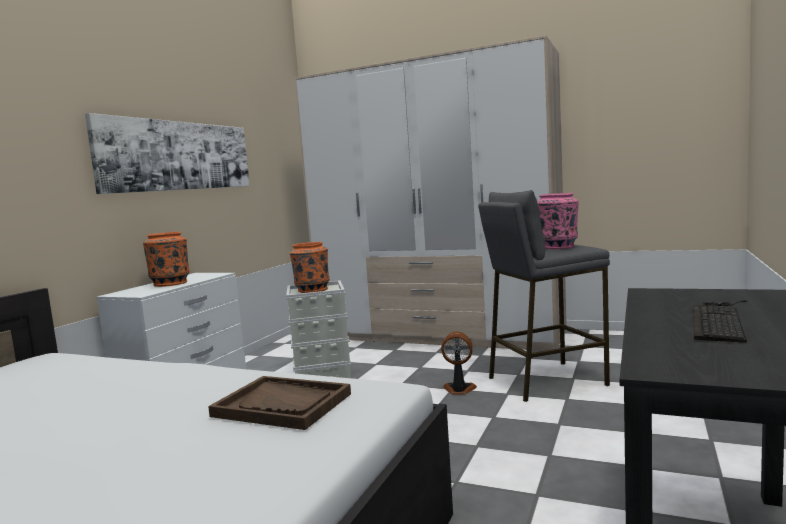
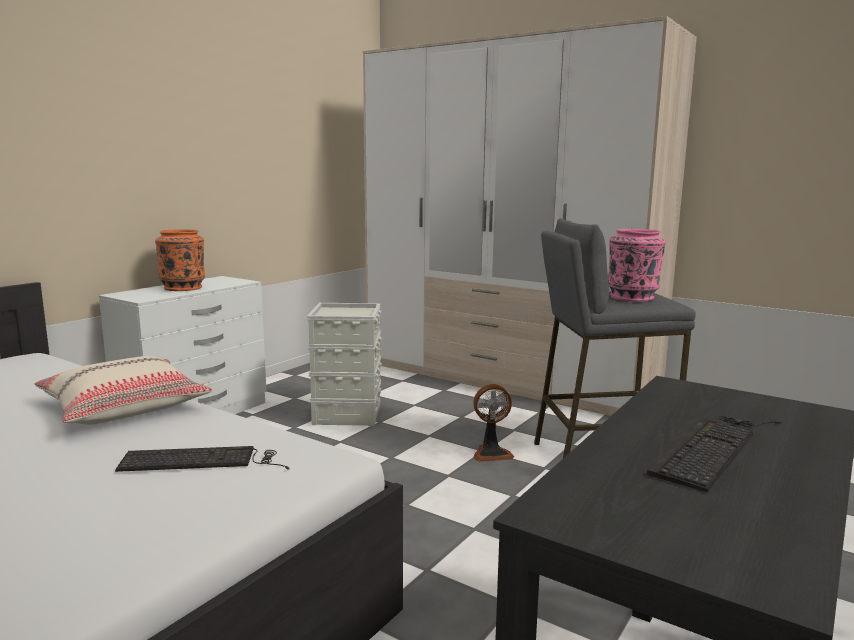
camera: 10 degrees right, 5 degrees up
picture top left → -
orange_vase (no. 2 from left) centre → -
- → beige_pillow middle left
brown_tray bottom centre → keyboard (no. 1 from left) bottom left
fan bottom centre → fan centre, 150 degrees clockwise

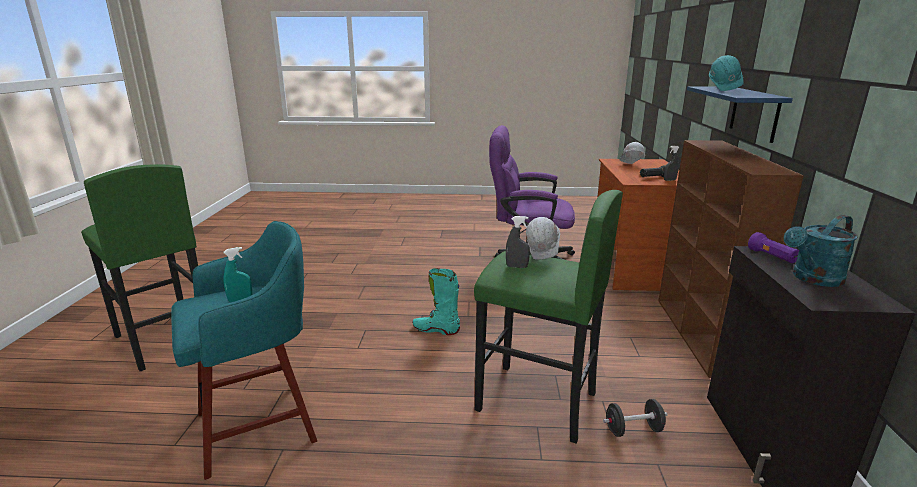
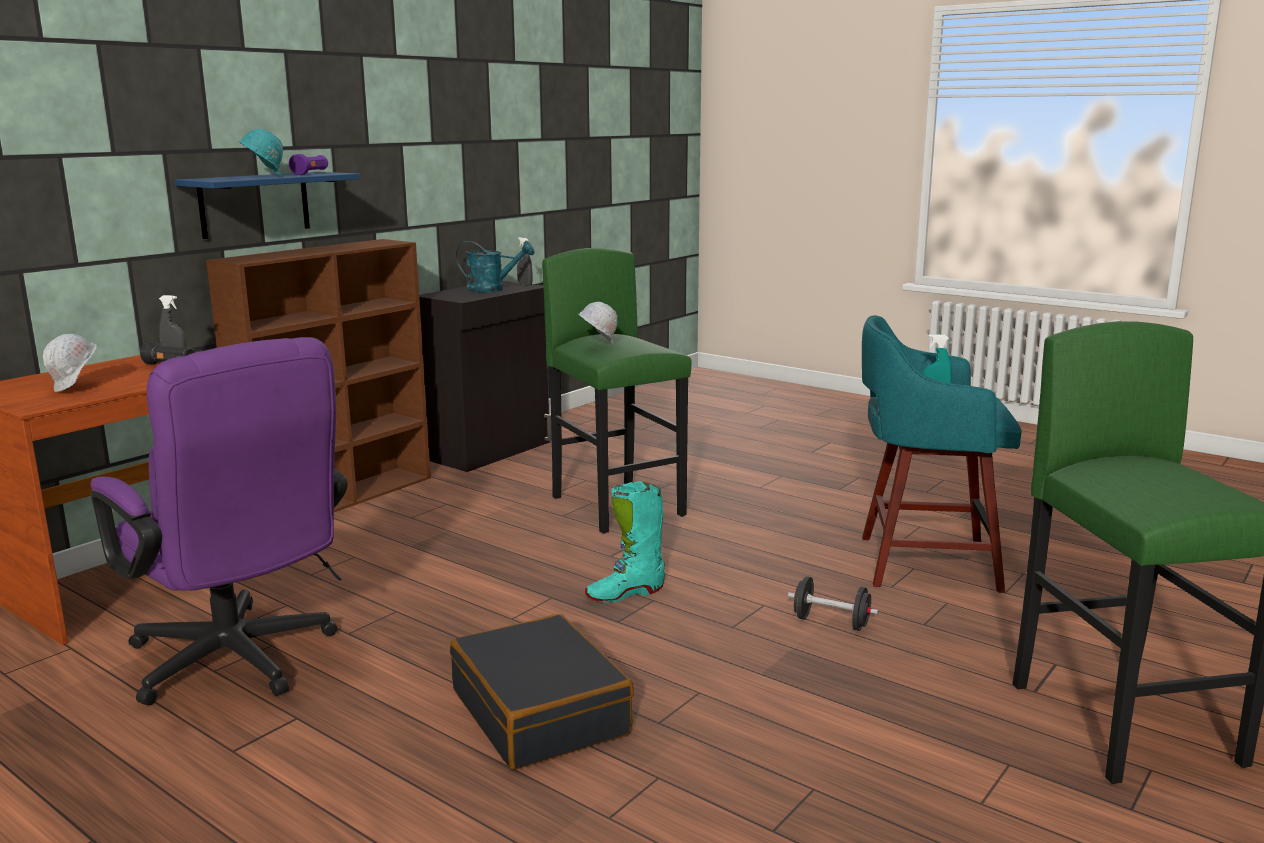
camera: 145 degrees left, 5 degrees down
- → black_suitcase bottom centre
grey_spray_bottle (no. 1 from left in the first image) centre → grey_spray_bottle (no. 2 from left) top centre, shifted
black_dumbbell bottom right → black_dumbbell bottom centre, shifted
purple_flashlight middle right → purple_flashlight top left, shifted
turquoise_boot centre, 105 degrees clockwise

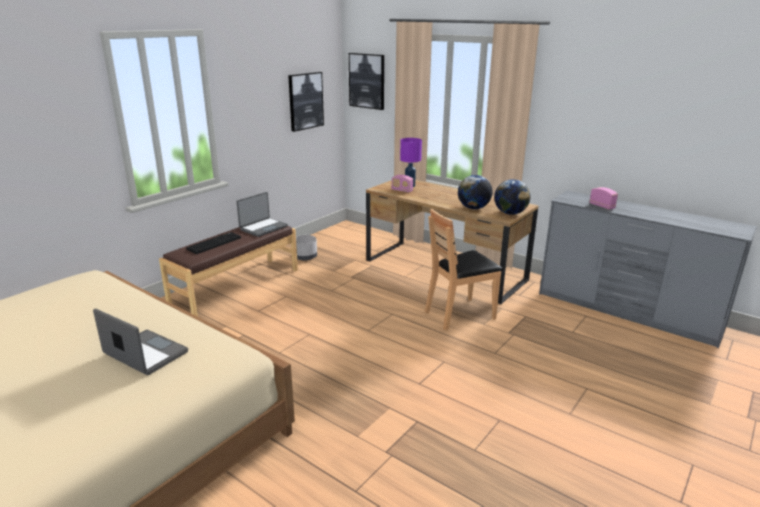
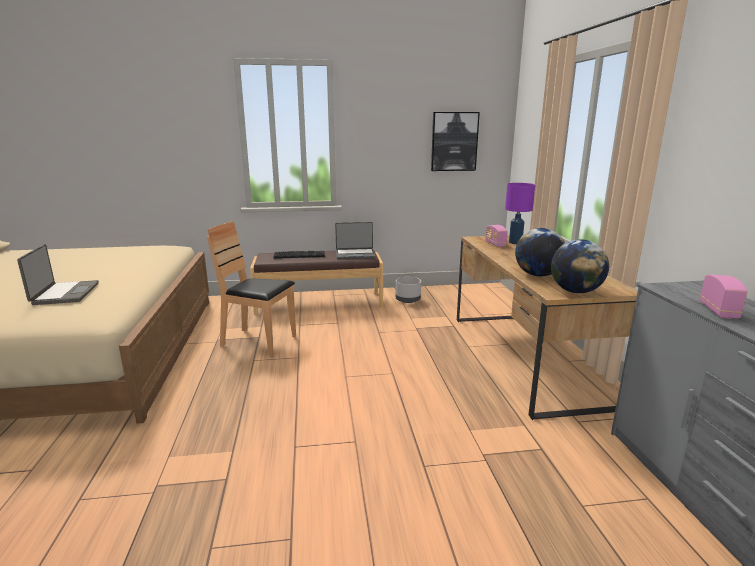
camera: 45 degrees right, 5 degrees down
picture (no. 2 from left) top centre → -
brown_chair centre → brown_chair middle left, shifted

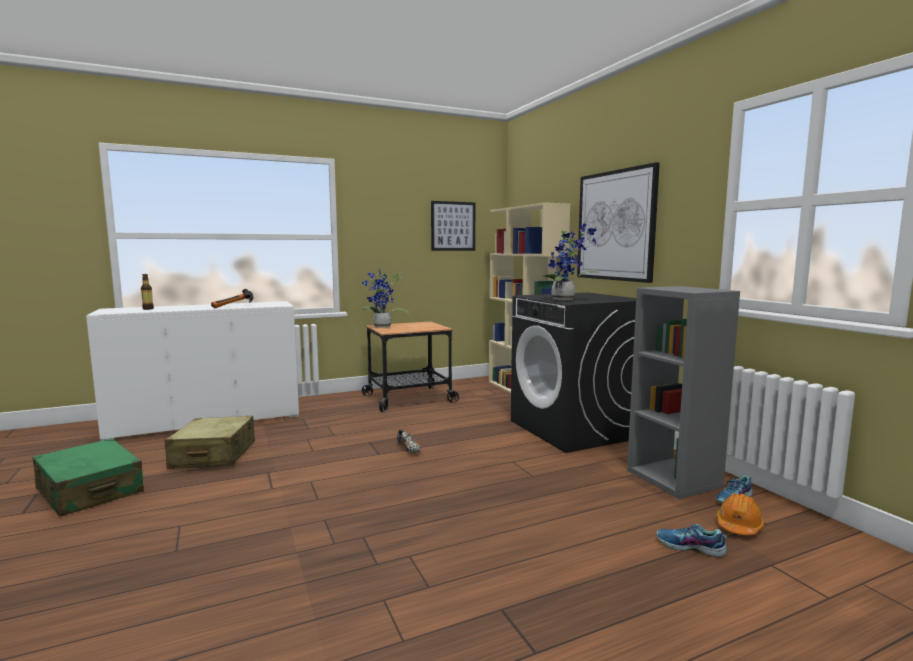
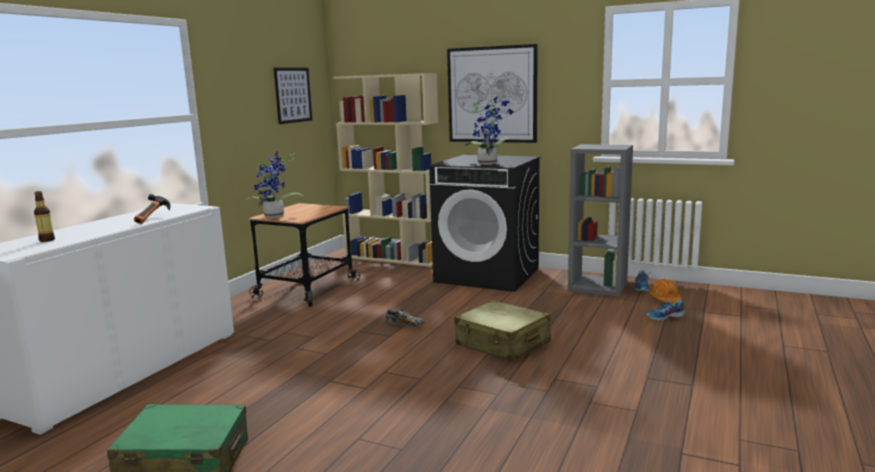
camera: 40 degrees left, 5 degrees up
beige_suitcase bottom left → beige_suitcase bottom centre, shifted

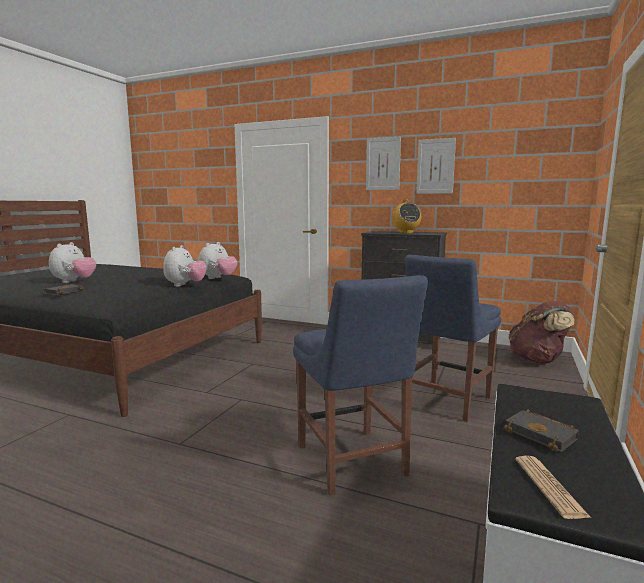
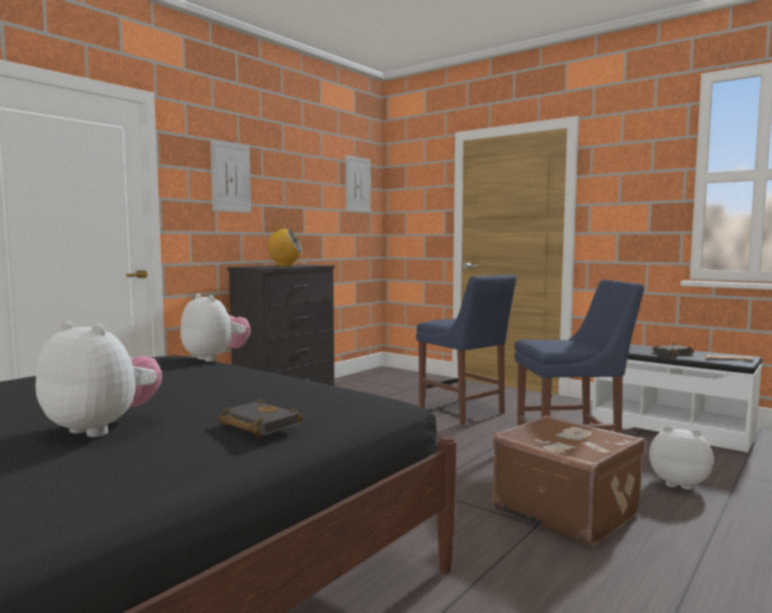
camera: 75 degrees left, 5 degrees down
brown_backpack middle right → -
- → brown_suitcase bottom right
plush_toy (no. 2 from left in the first image) middle left → plush_toy (no. 3 from left) bottom right, shifted
picture (no. 2 from left) top right → picture (no. 2 from left) top centre, shifted

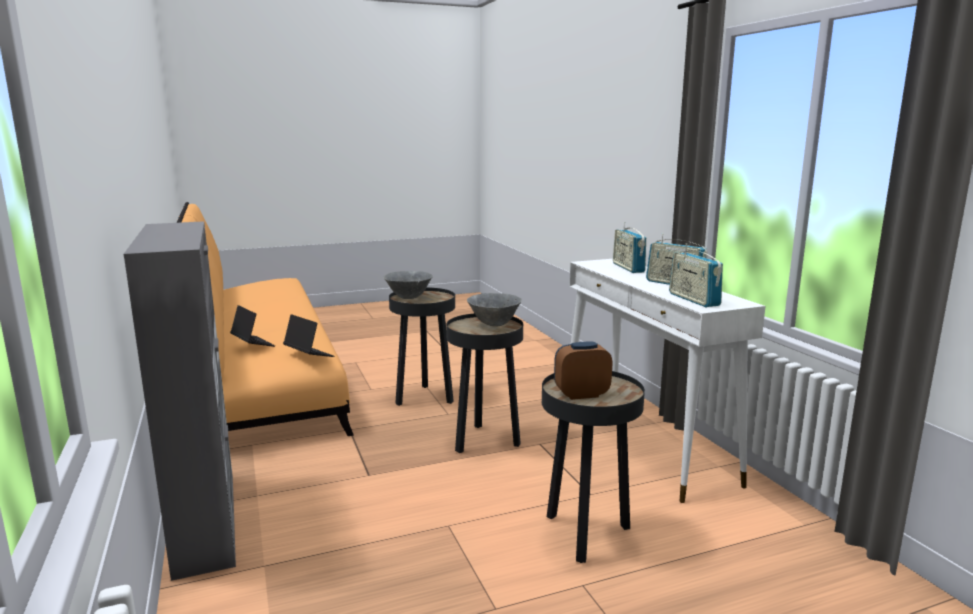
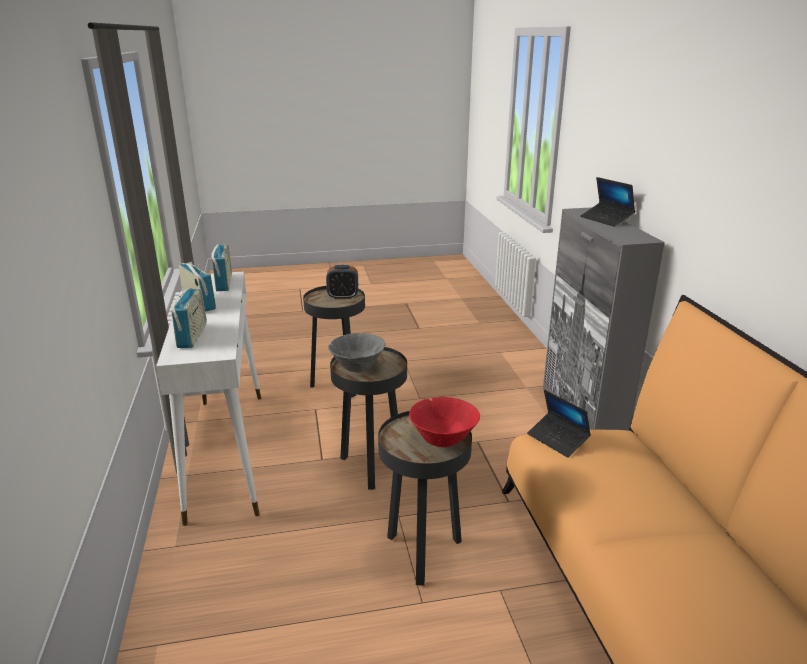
camera: 170 degrees left, 10 degrees up
laptop (no. 1 from left in the first image) middle left → laptop (no. 2 from left) top right, shifted
grey_bowl (no. 1 from left) centre → red_bowl centre

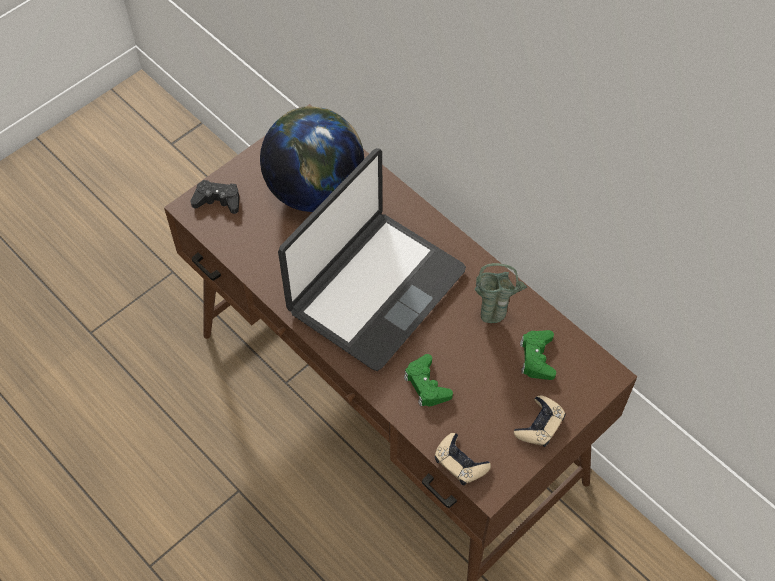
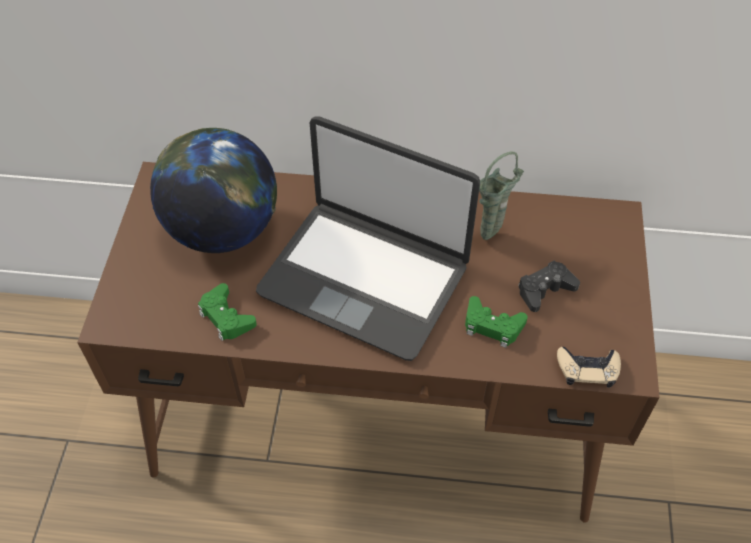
camera: 40 degrees left, 5 degrees down
beige_game_controller (no. 2 from left) bottom right → -
black_game_controller middle left → black_game_controller middle right, shifted
green_game_controller (no. 2 from left in the first image) middle right → green_game_controller (no. 1 from left) middle left, shifted
laptop centre, 120 degrees clockwise

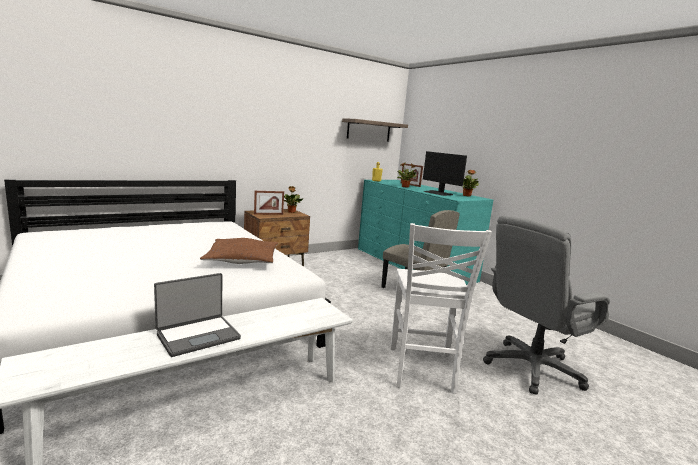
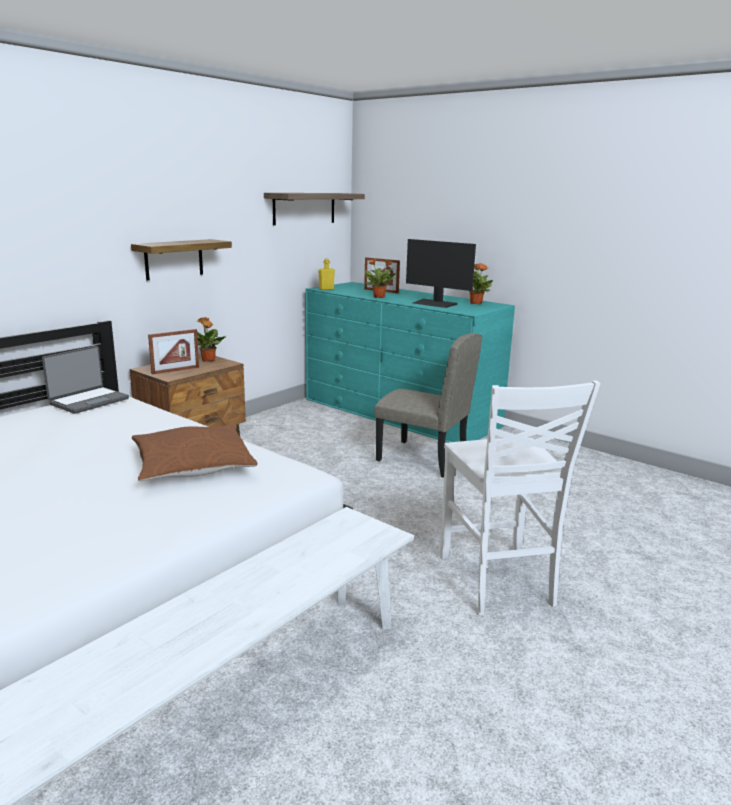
camera: 15 degrees left, 5 degrees up
grey_office_chair middle right → -
- → shelf (no. 1 from left) top left
laptop bottom left → laptop middle left, shifted

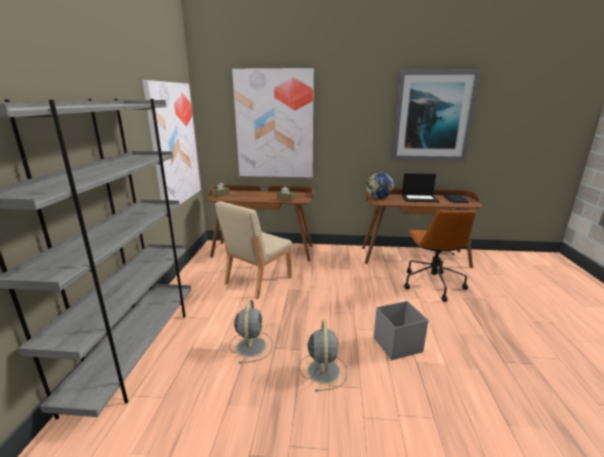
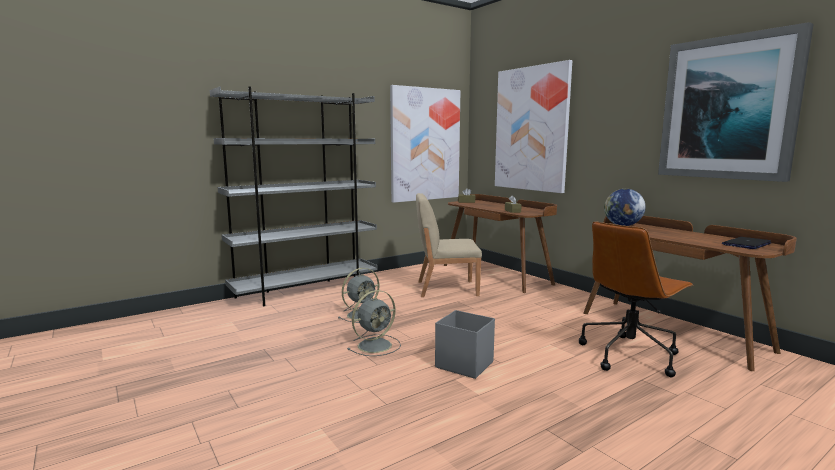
camera: 50 degrees right, 10 degrees down
laptop (no. 1 from left) middle right → -

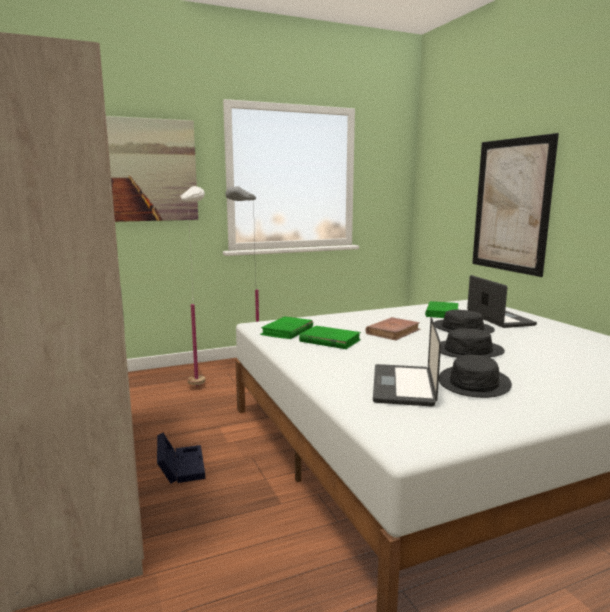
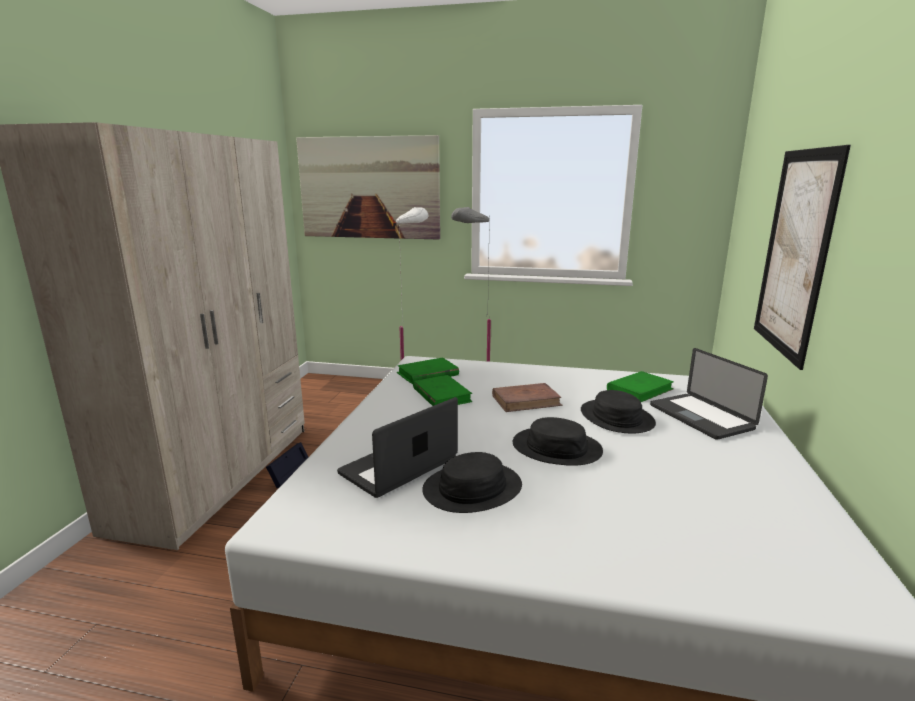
camera: 35 degrees right, 5 degrees up
laptop (no. 2 from left) middle right, 135 degrees clockwise

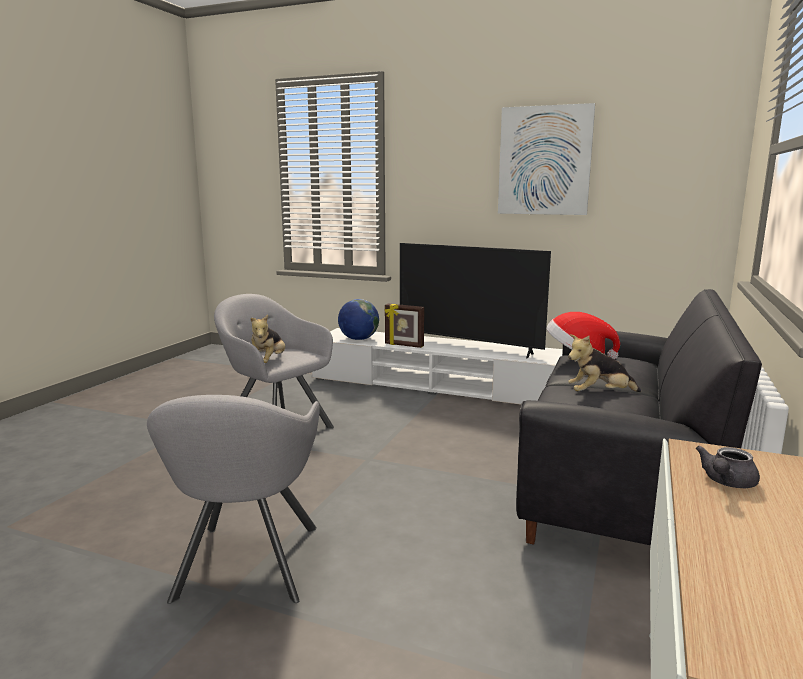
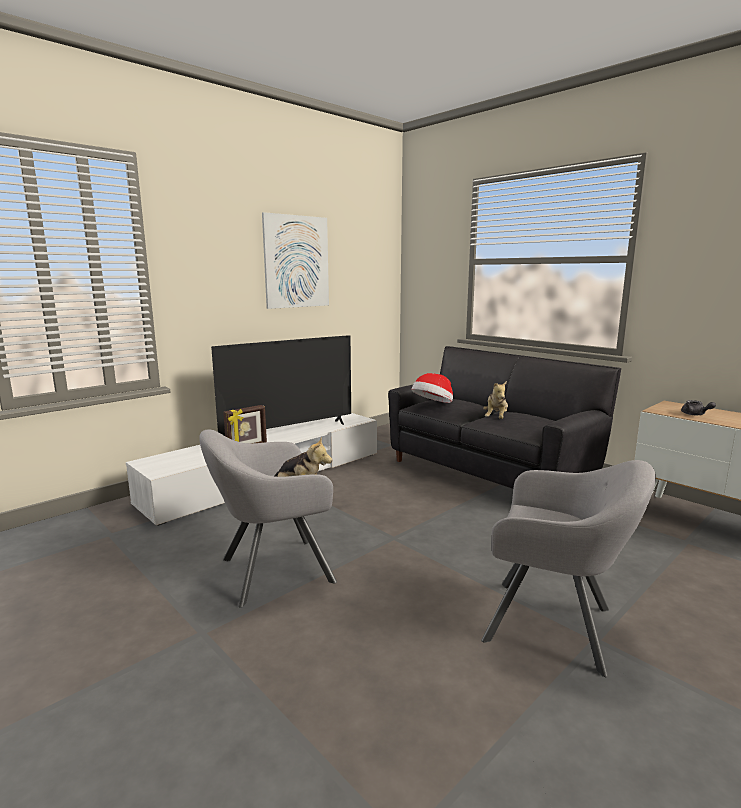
camera: 65 degrees left, 0 degrees up
globe centre → -

